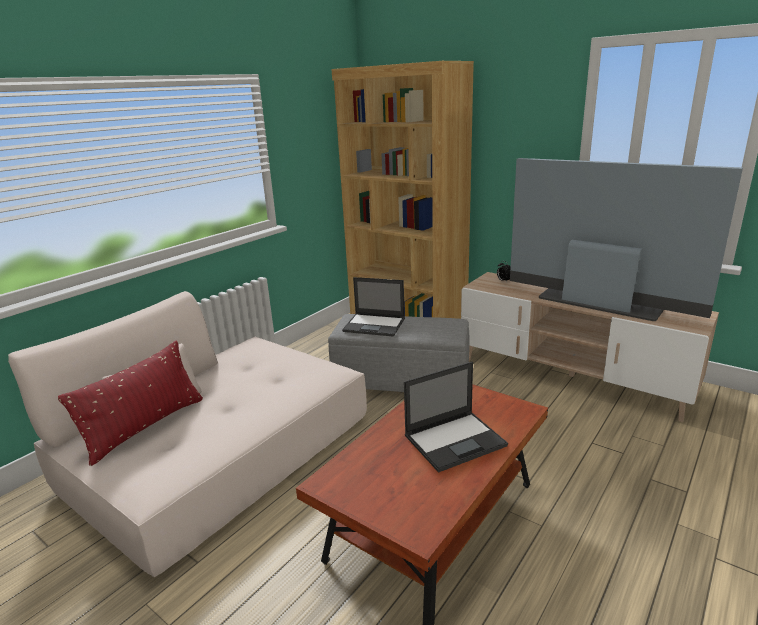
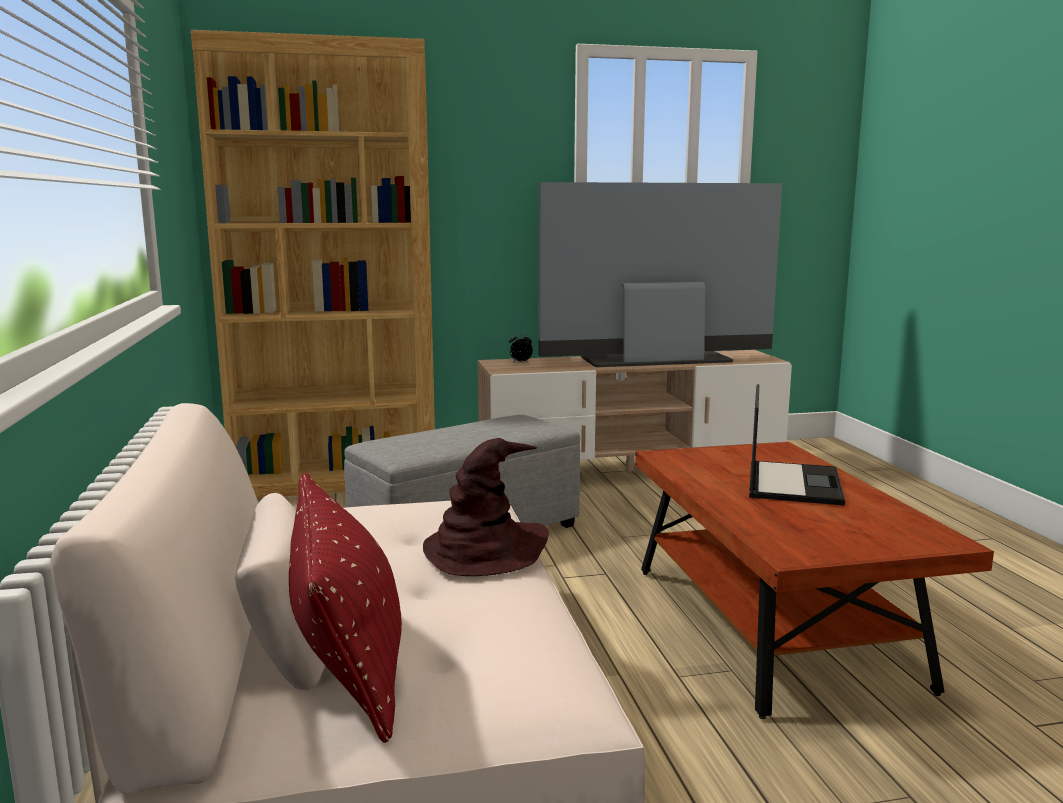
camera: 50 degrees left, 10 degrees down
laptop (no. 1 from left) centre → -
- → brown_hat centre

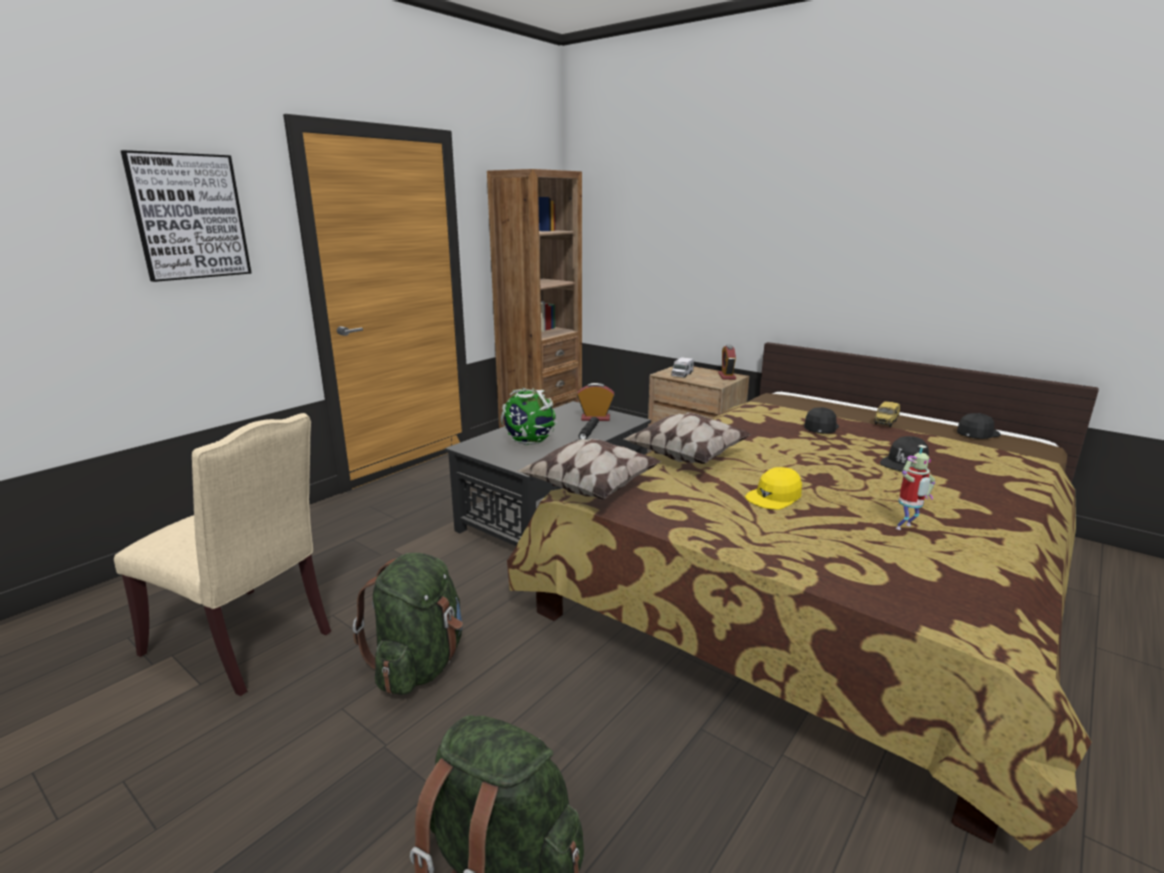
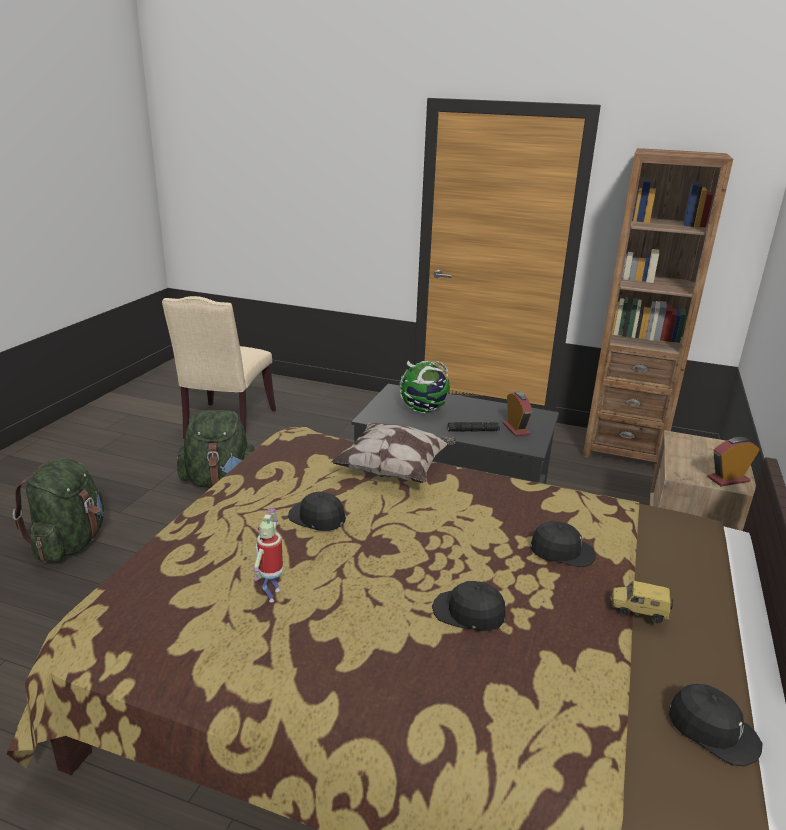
camera: 70 degrees right, 5 degrees up
picture top left → -
pillow (no. 1 from left) centre → -
toy_truck centre → -
yellow_cap centre → black_cap (no. 1 from left) centre
toy_robot middle right → toy_robot bottom centre, 60 degrees clockwise

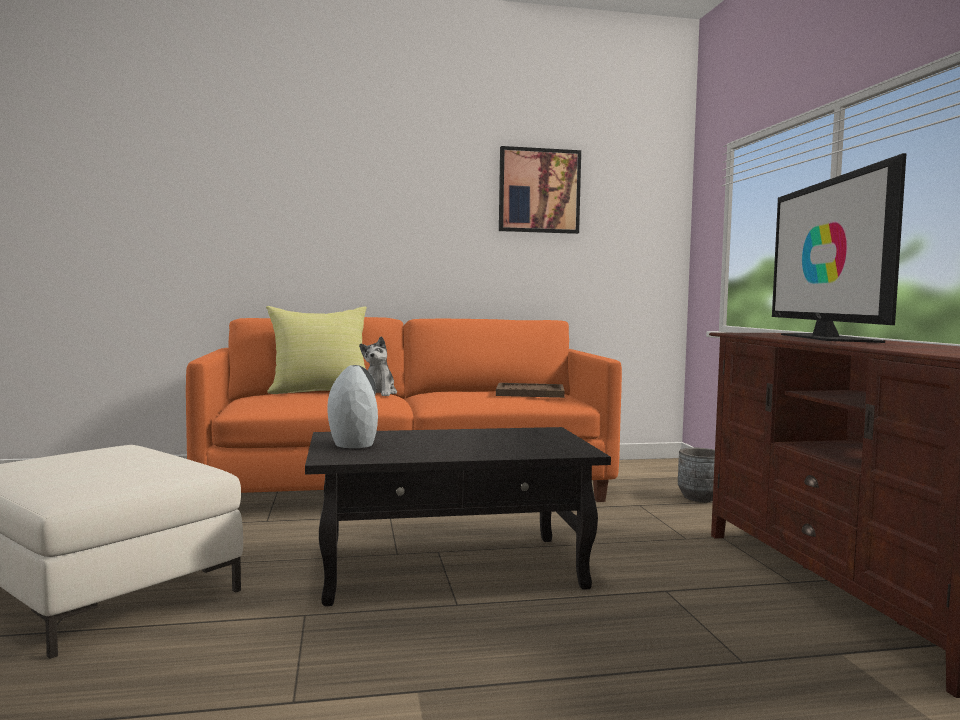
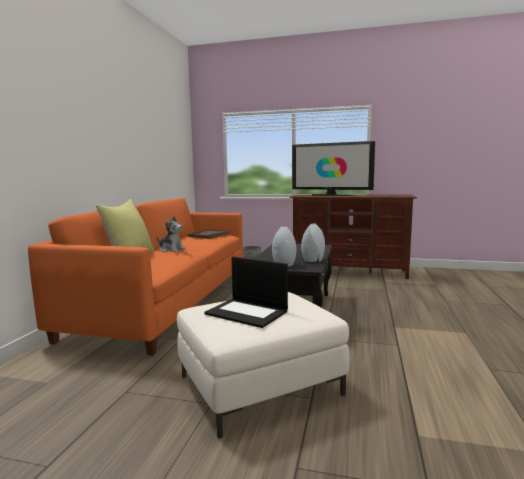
camera: 65 degrees left, 5 degrees up
picture top centre → -
- → laptop centre
- → grey_vase (no. 2 from left) centre

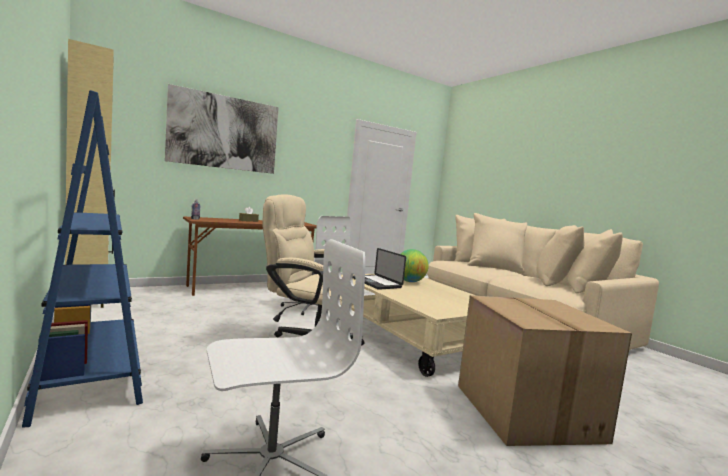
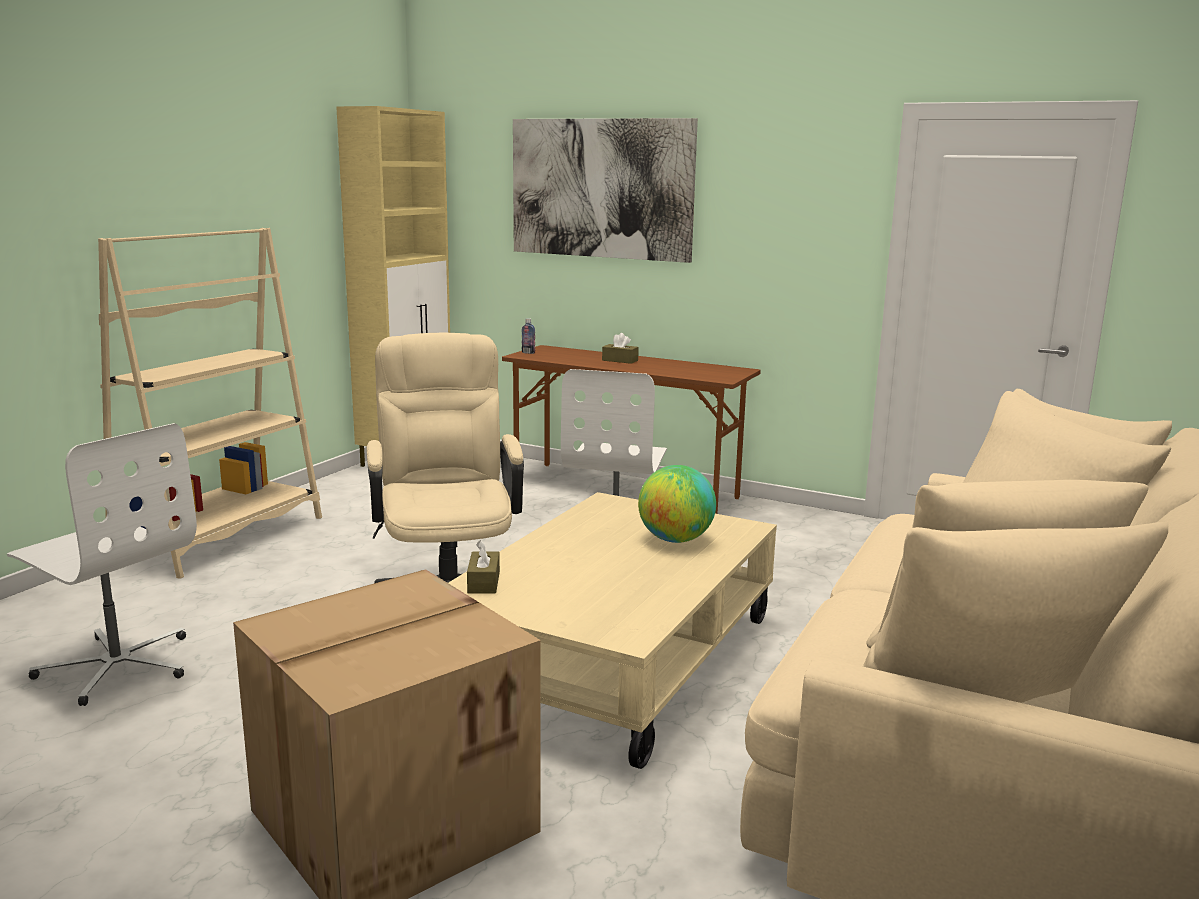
camera: 60 degrees right, 10 degrees up
laptop centre → -
- → brown_tissue_box (no. 1 from left) centre
blue_bookcase middle left → beige_bookcase middle left

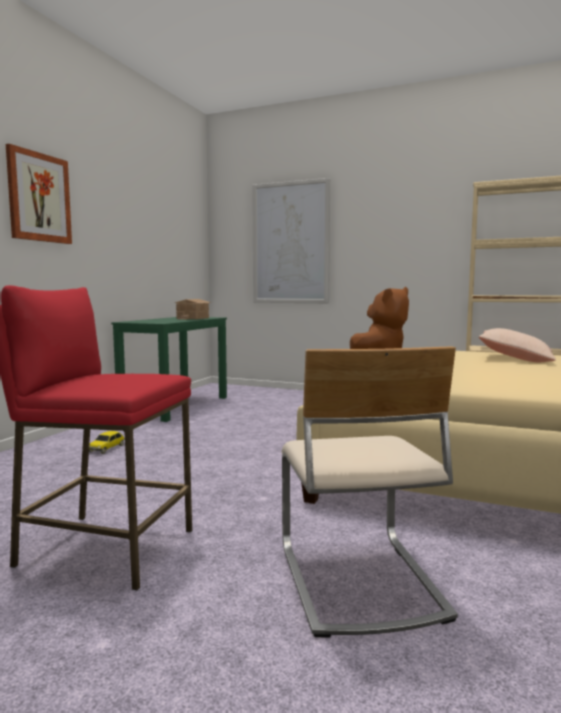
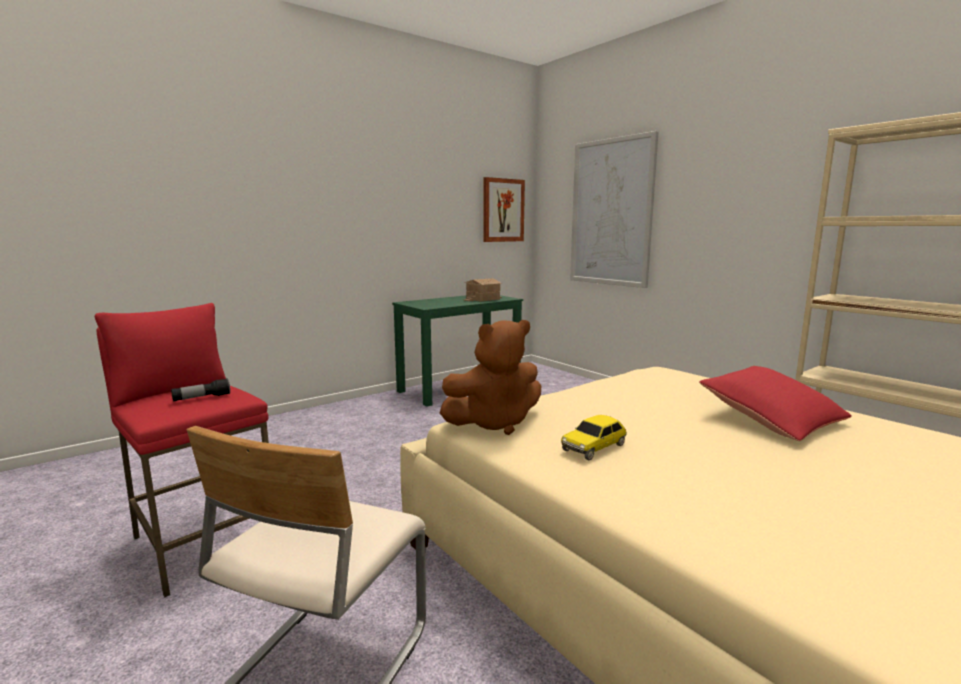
camera: 30 degrees right, 5 degrees up
- → flashlight middle left
picture (no. 1 from left) top left → picture (no. 1 from left) top centre, shifted
toy_car middle left → toy_car centre, shifted
beige_pillow middle right → red_pillow middle right

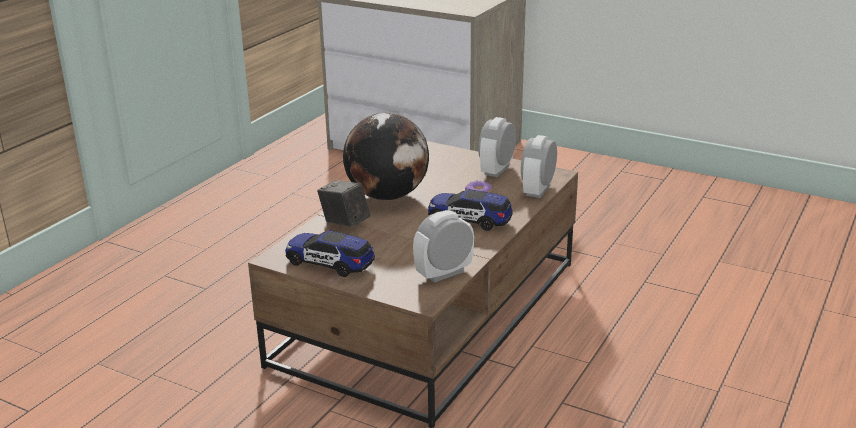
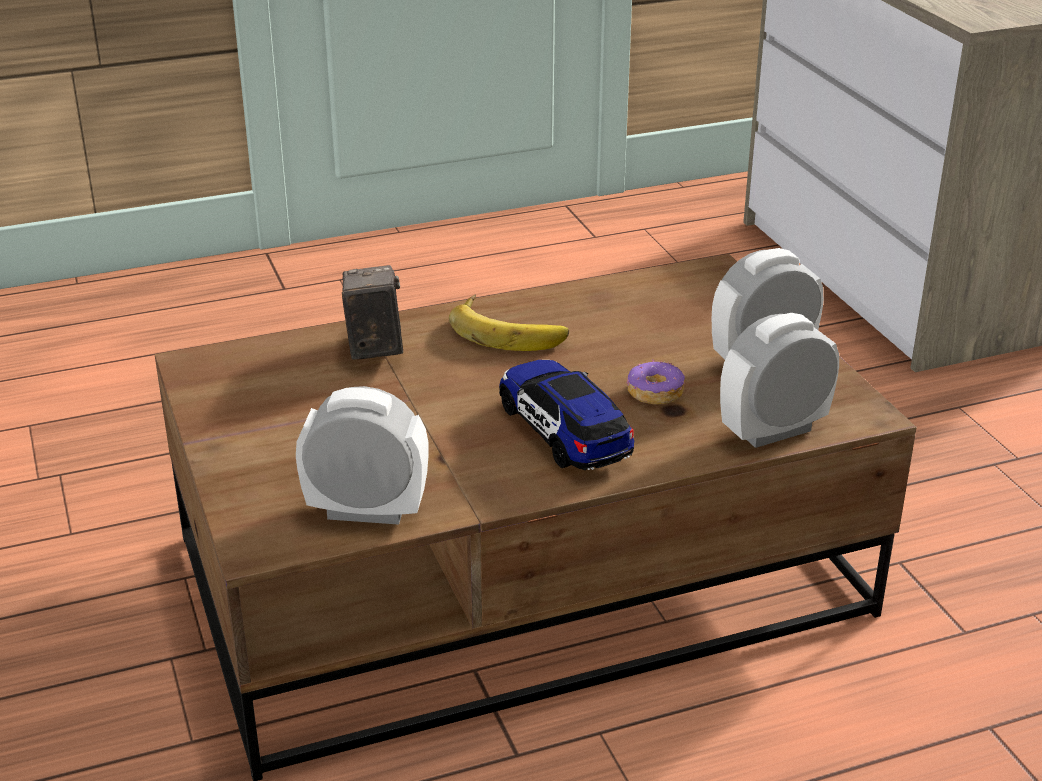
camera: 40 degrees right, 5 degrees up
toy_car (no. 1 from left) centre → -
globe centre → banana centre

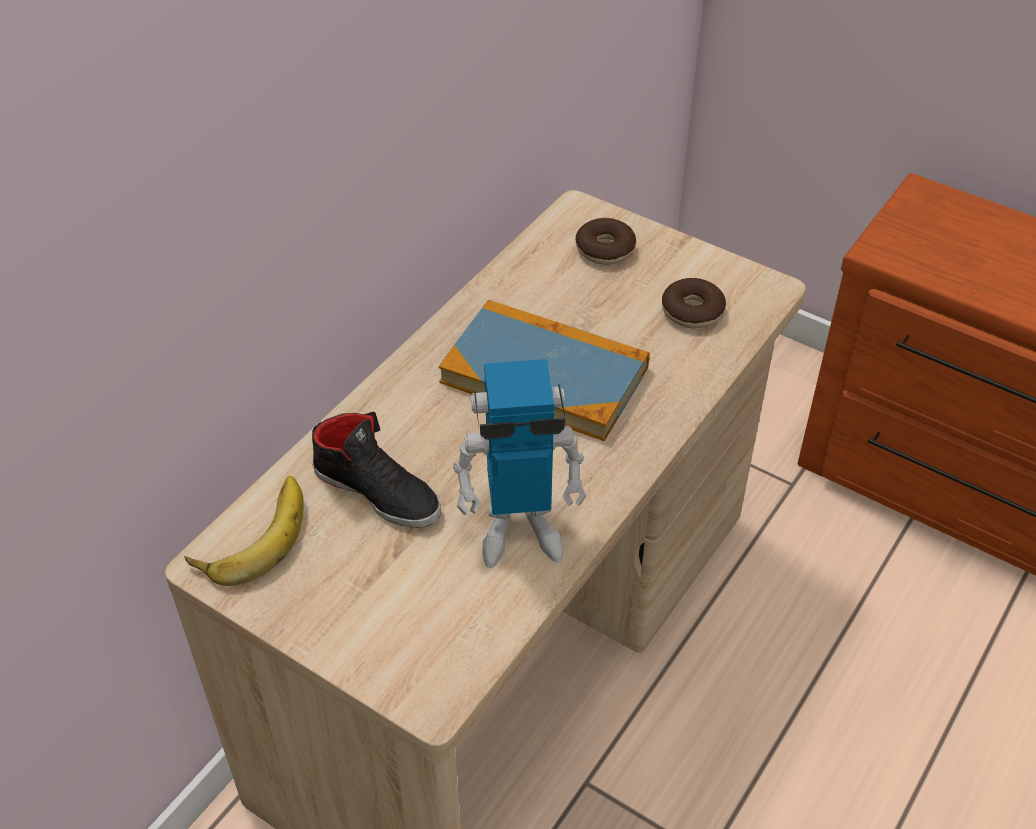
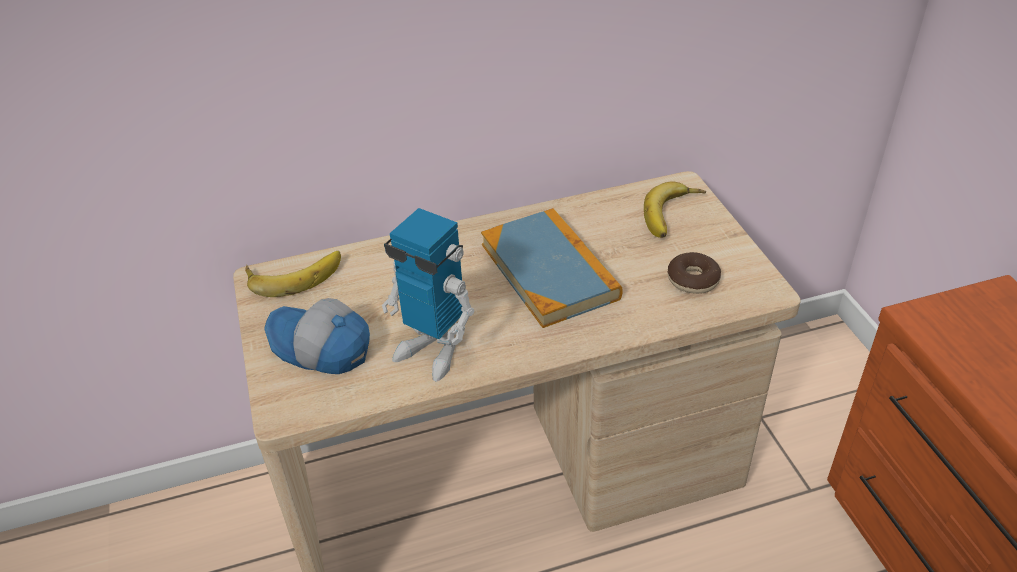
camera: 40 degrees right, 5 degrees down
black_shoe centre → -
- → cap middle left
donut (no. 1 from left) top centre → banana (no. 2 from left) centre

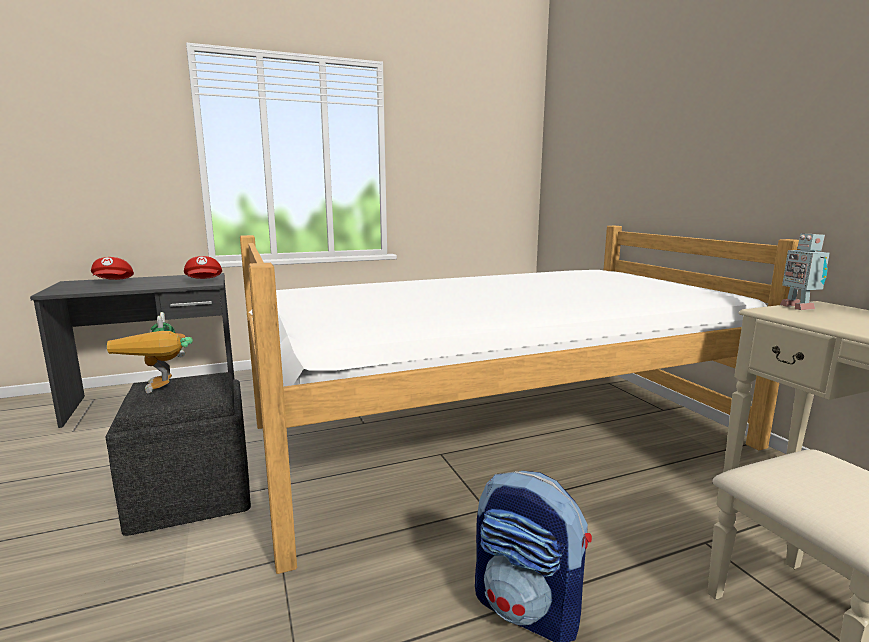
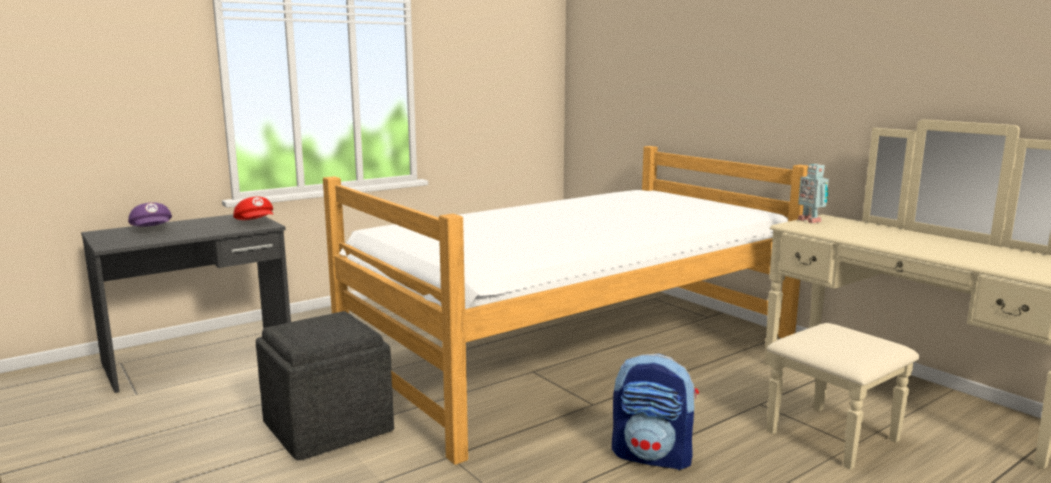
camera: 15 degrees left, 0 degrees up
toy_robot (no. 1 from left) middle left → -
red_cap (no. 1 from left) middle left → purple_cap middle left

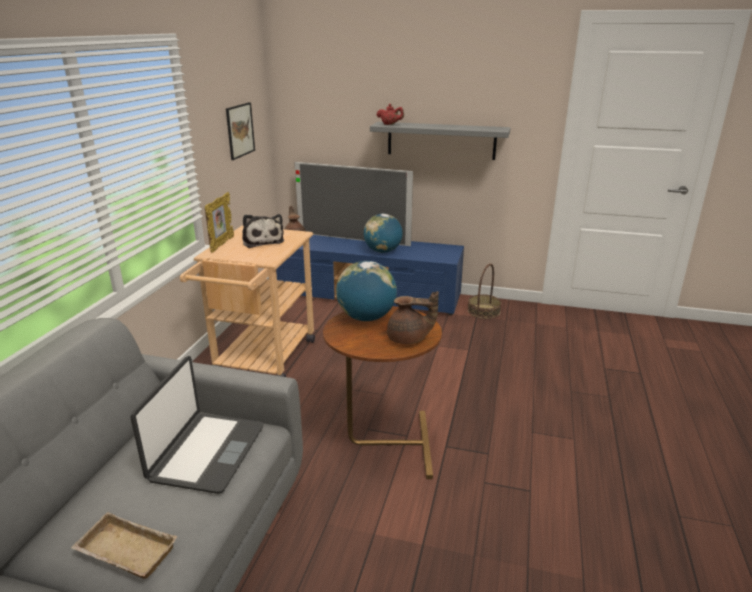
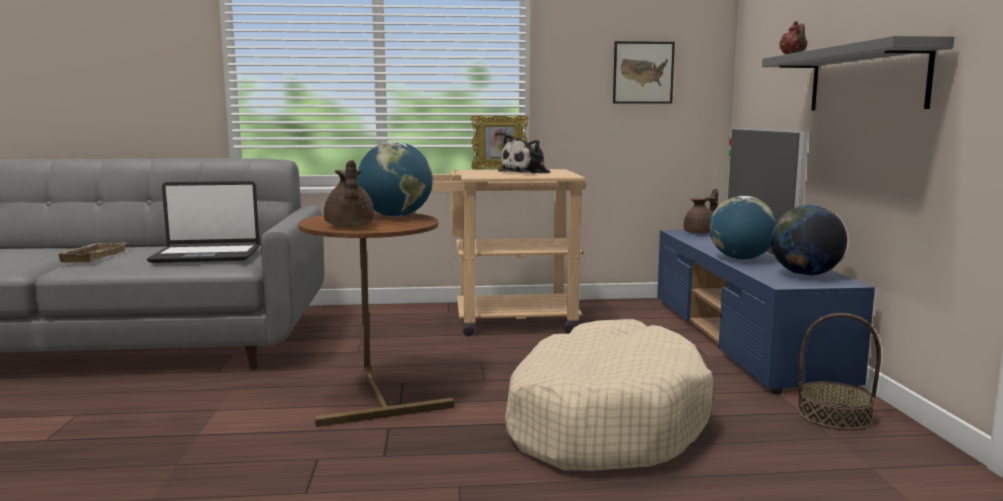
camera: 70 degrees right, 15 degrees down
- → beige_dog_bed bottom centre
- → globe (no. 3 from left) middle right

